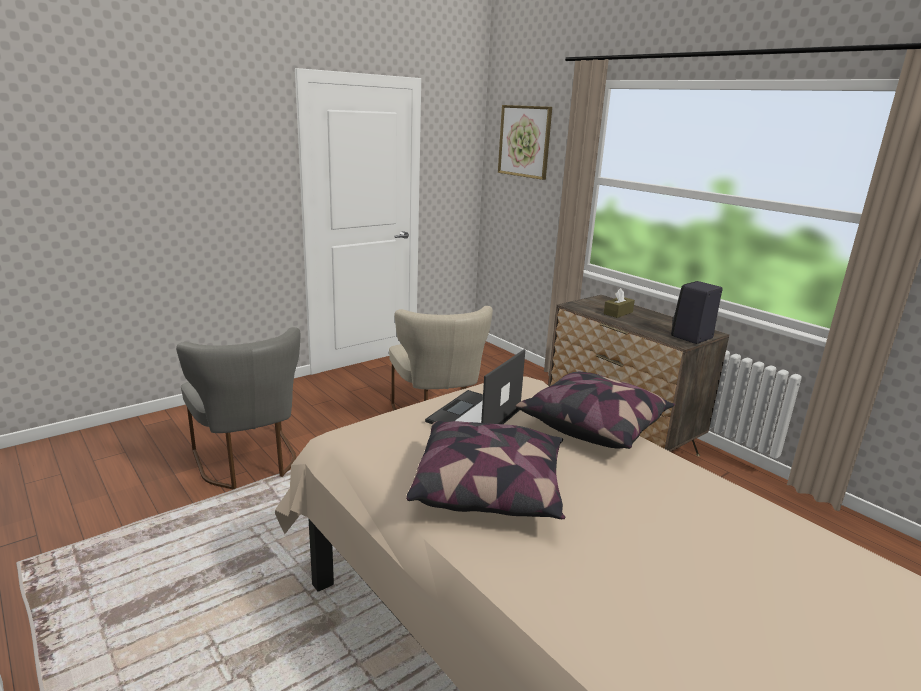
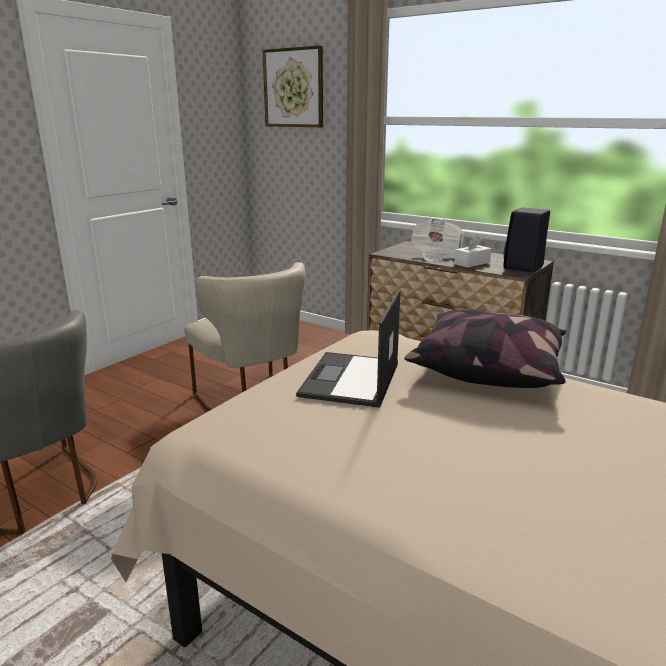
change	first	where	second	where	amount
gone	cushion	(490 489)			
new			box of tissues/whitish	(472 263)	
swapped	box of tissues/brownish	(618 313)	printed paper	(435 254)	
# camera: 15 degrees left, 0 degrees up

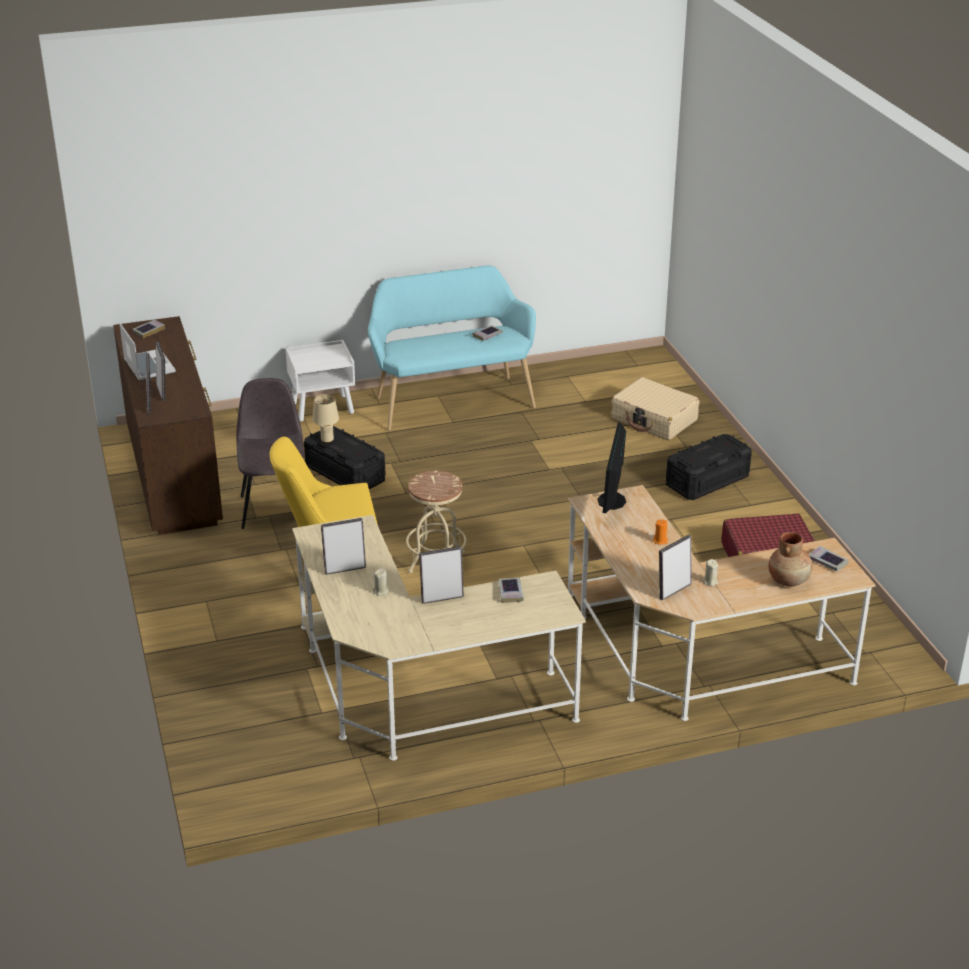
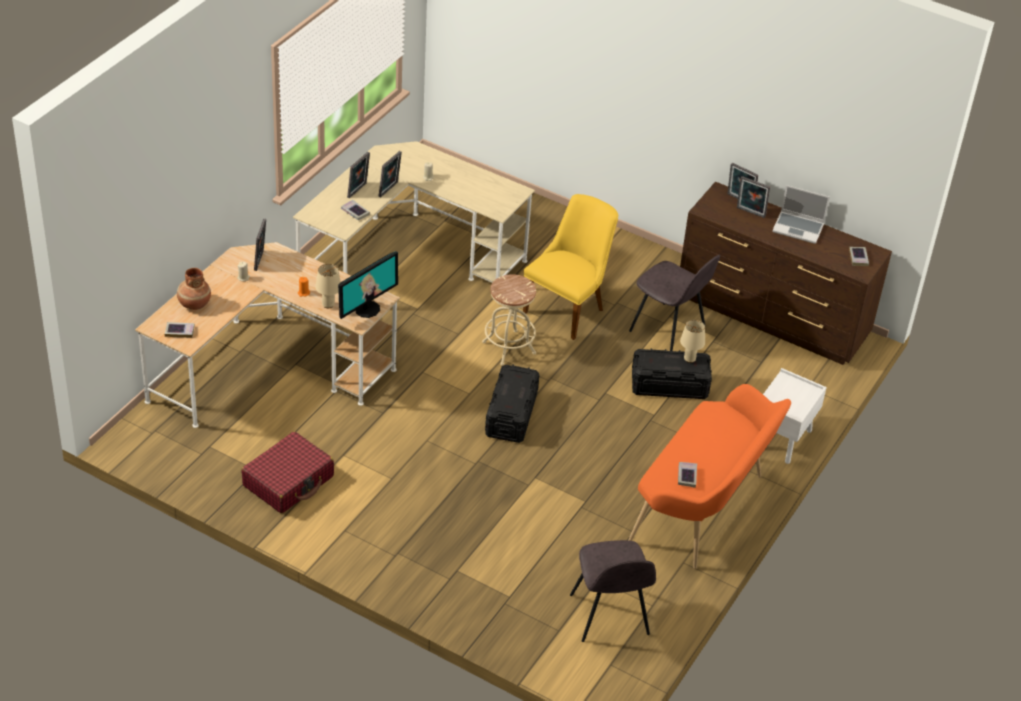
change	first	where	second	where	amount
gone	travel case/beige-coloured	(654 419)			
new			table lamp/beige-coloured	(328 304)	
new			upright chair/gray	(609 617)	
shifted	picture frame	(345 568)		(358 191)	
shifted	storage bin/black	(707 481)		(511 415)	
repainted	bench/turquoise-coloured	(451 400)	bench/orange	(703 510)	
rotated	computer screen	(612 501)		(367 309)	75 degrees clockwise
# camera: 135 degrees right, 10 degrees up

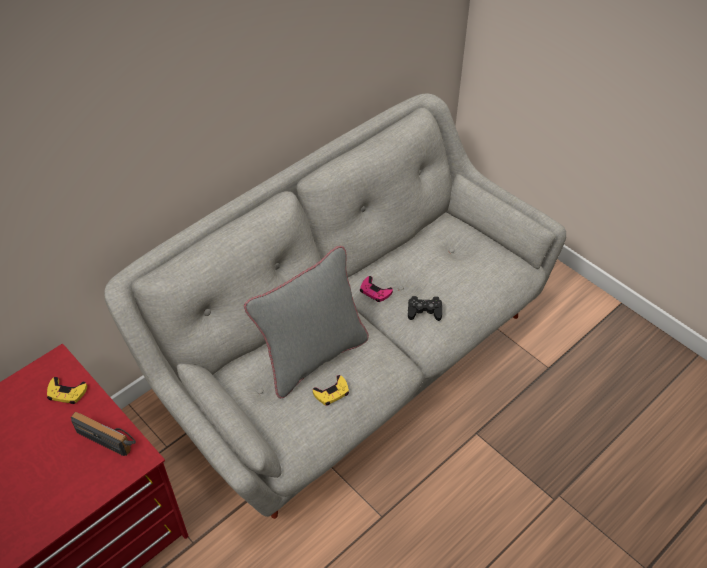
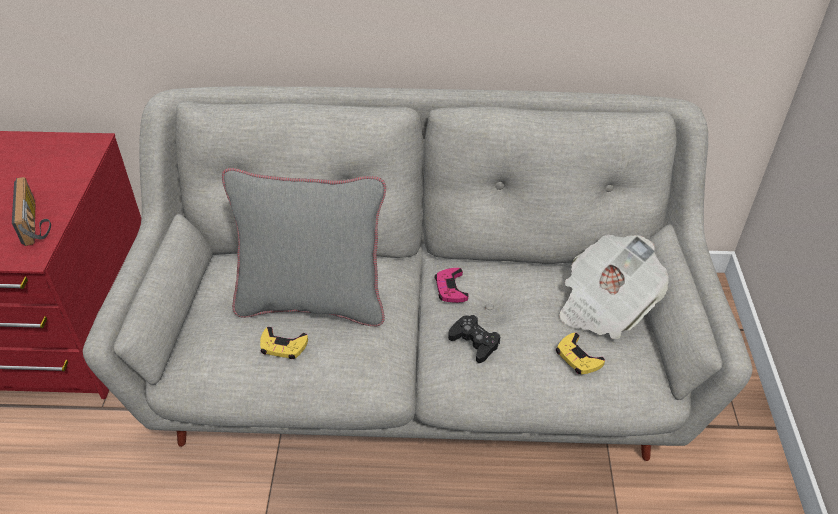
change	first	where	second	where	amount
new			printed paper	(605 305)	
shifted	gamepad/yellow-coloured	(66 393)		(578 357)	
# camera: 45 degrees right, 5 degrees down

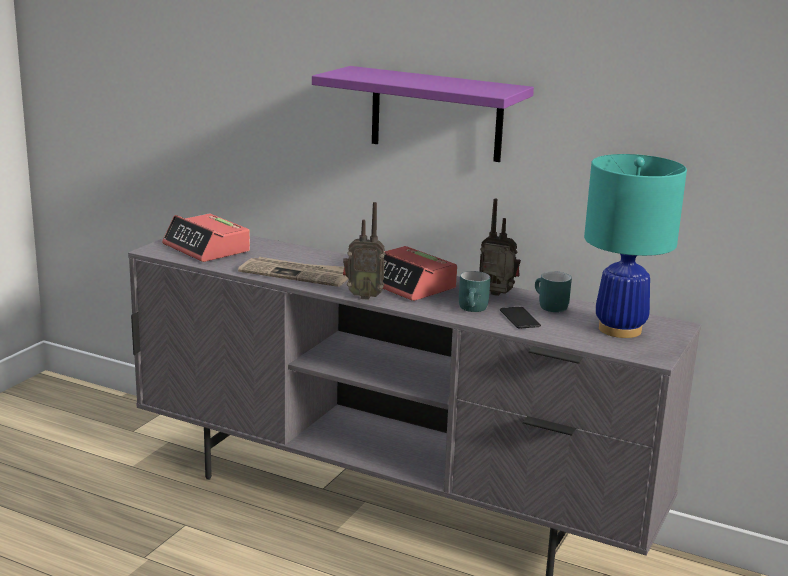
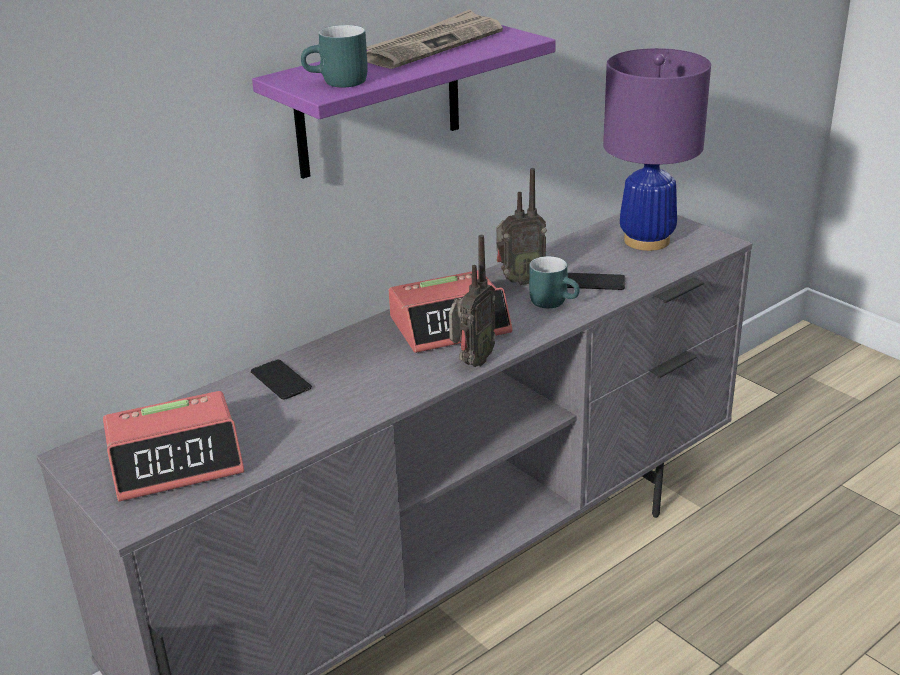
change	first	where	second	where	amount
new			handset	(281 380)	
shifted	printed paper	(297 274)		(432 45)	
shifted	tea mug/turquoise-coloured	(548 306)		(338 83)	
repainted	table lamp/turquoise-coloured	(620 329)	table lamp/purplish	(646 240)	
rotated	radio	(496 296)		(519 280)	150 degrees counterclockwise
# camera: 65 degrees left, 10 degrees up

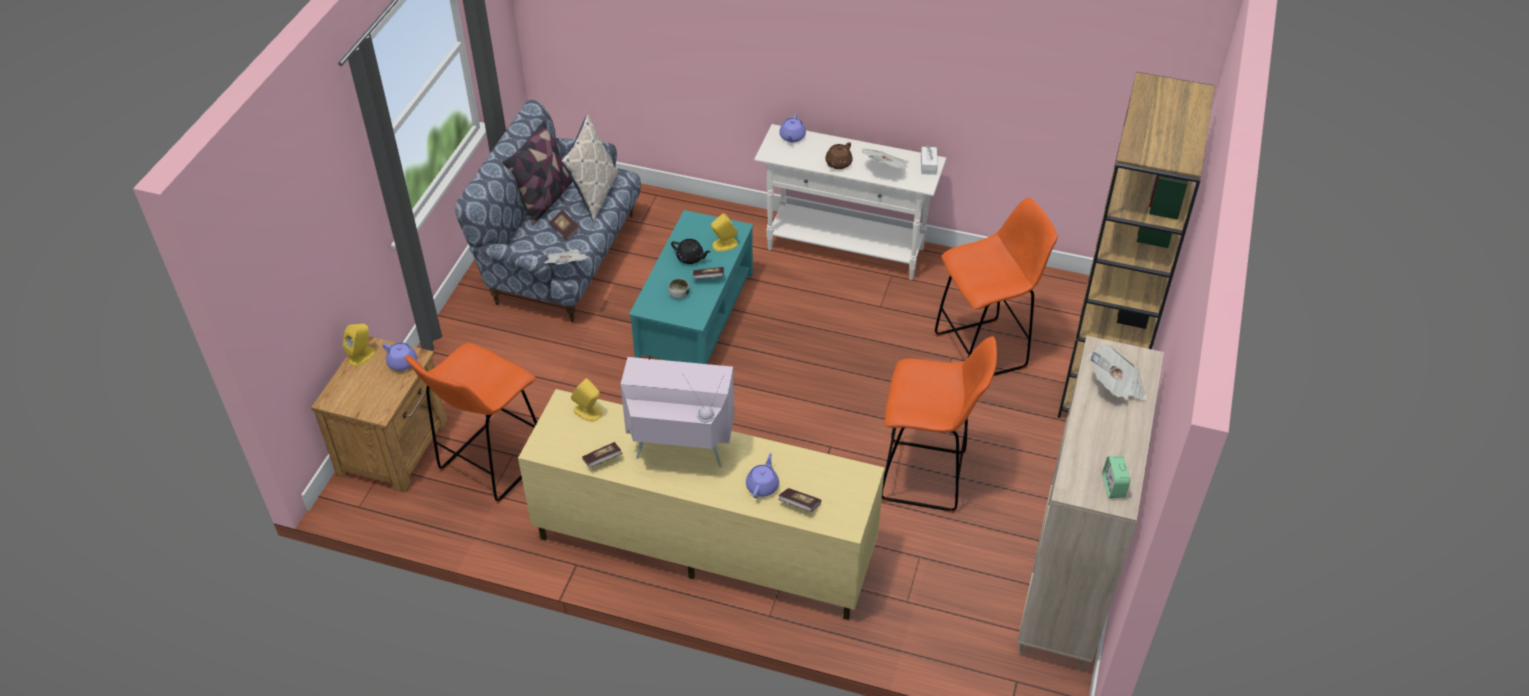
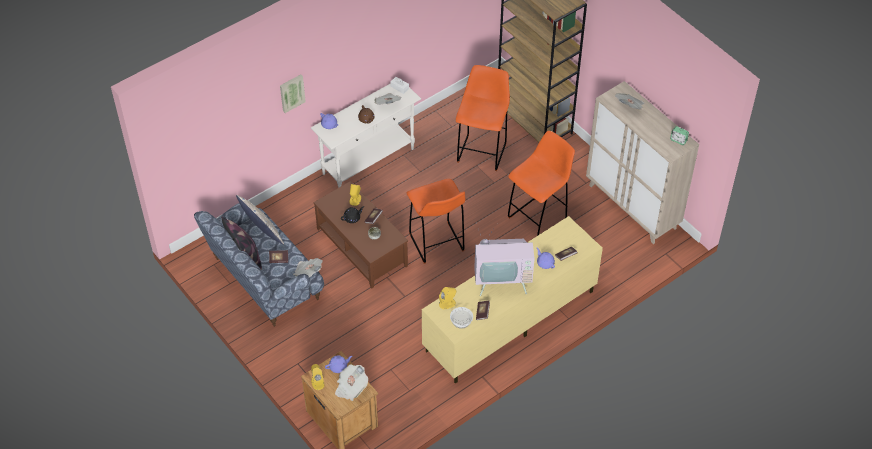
change	first	where	second	where	amount
new			wall picture	(291 92)	
new			printed paper	(351 387)	
new			bowl	(461 321)	
shifted	stool/orange	(490 465)		(437 244)	
repainted	low table/turquoise-coloured	(694 317)	low table/brownish	(361 248)	
rotated	TV set	(679 454)		(502 282)	135 degrees counterclockwise
# camera: 55 degrees left, 5 degrees up

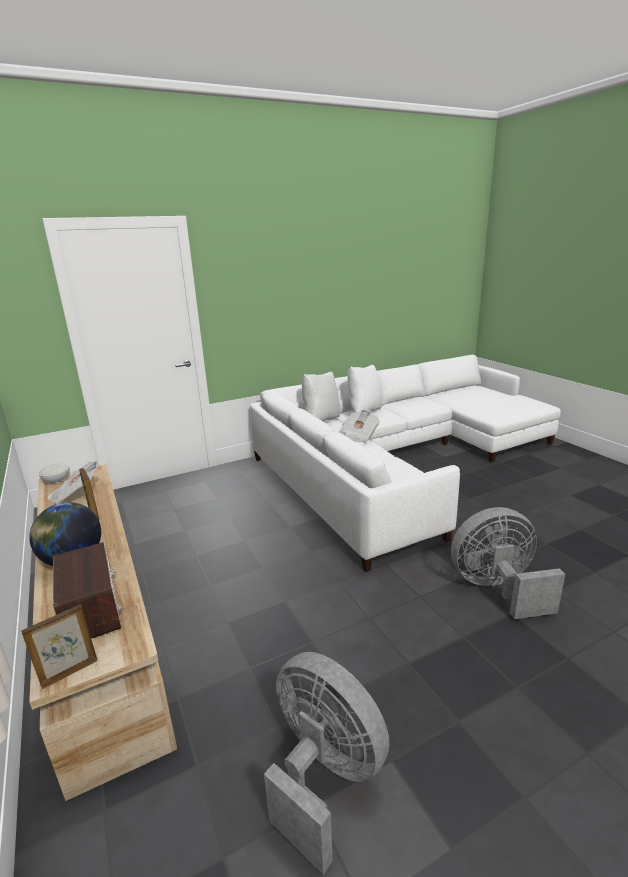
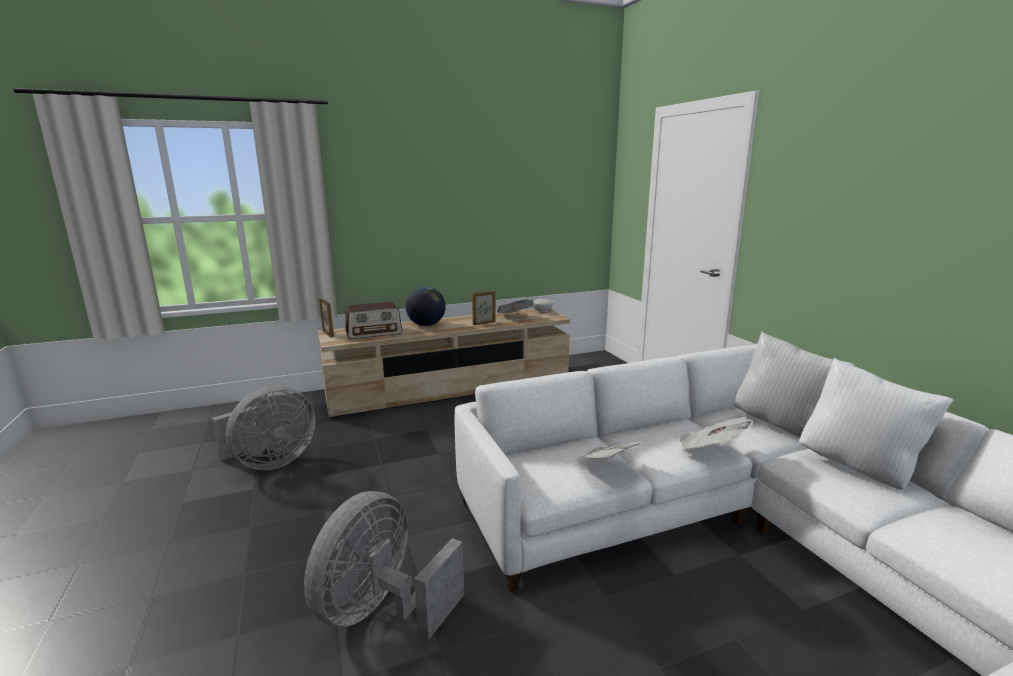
change	first	where	second	where	amount
new			printed paper	(608 466)	
rotated	fan/gray	(497 589)		(382 610)	150 degrees counterclockwise
# camera: 95 degrees right, 5 degrees down

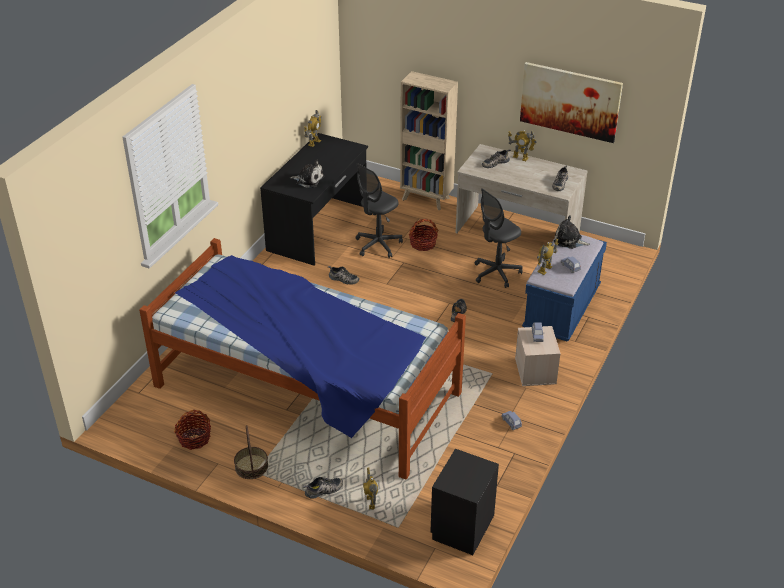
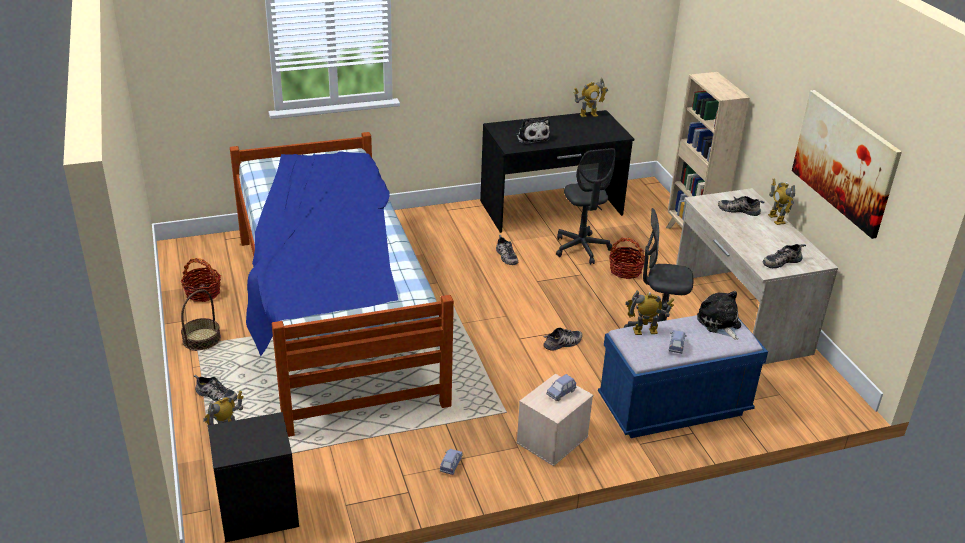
change	first	where	second	where	amount
rotated	office chair/gray	(378 245)		(581 248)	105 degrees counterclockwise
# camera: 45 degrees right, 5 degrees down

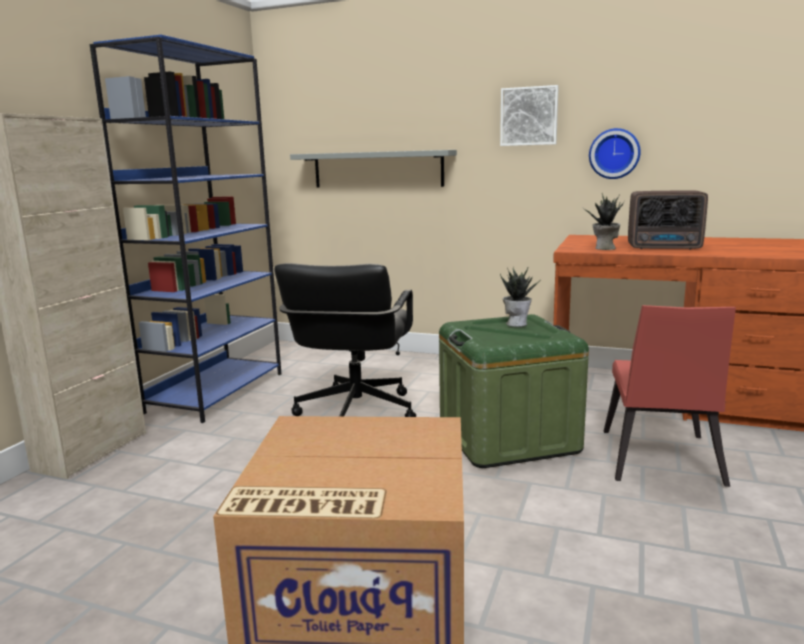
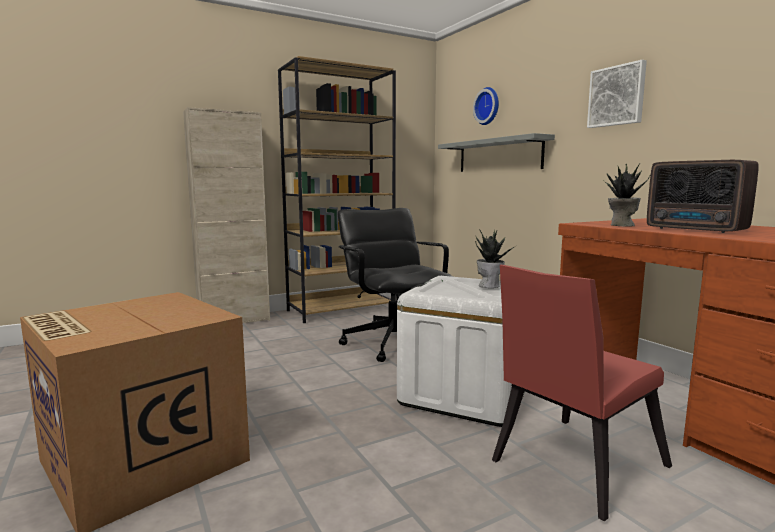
change	first	where	second	where	amount
shifted	wall clock	(614 153)		(488 106)	
repainted	shelving unit/blue-coloured	(217 392)	shelving unit/brownish	(341 310)	
repainted	storage bin/green	(508 437)	storage bin/whitish	(465 394)	
rotated	office chair/black	(355 412)		(393 343)	105 degrees clockwise
# camera: 40 degrees right, 5 degrees down

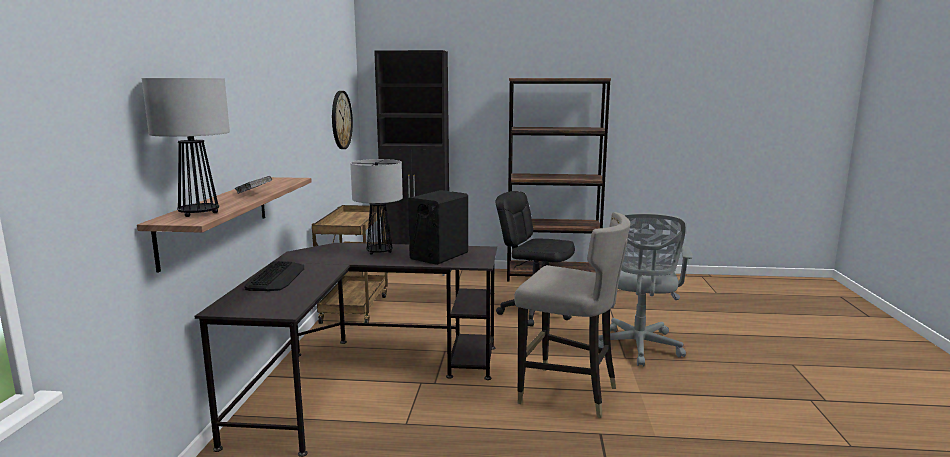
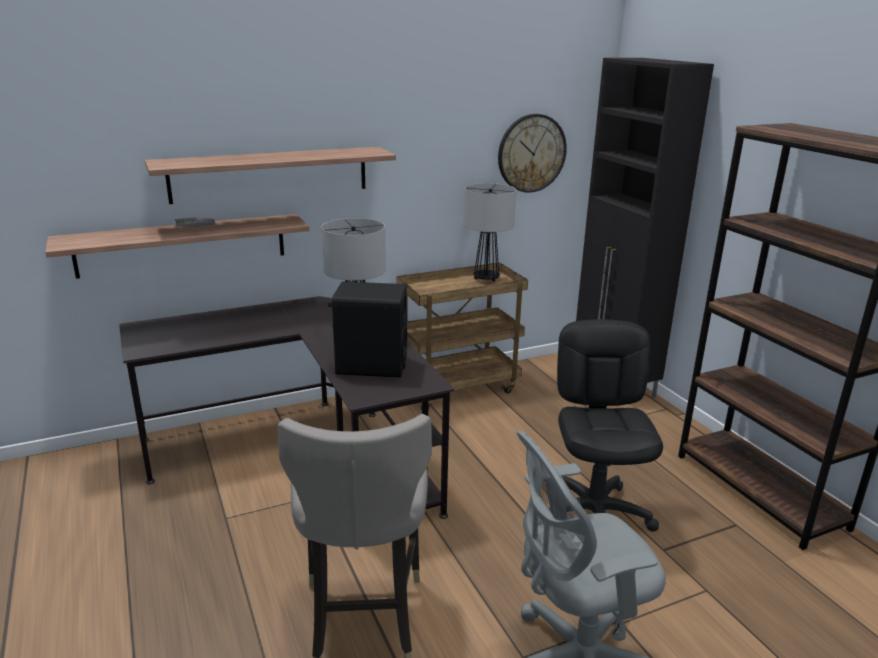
change	first	where	second	where	amount
gone	computer keyboard	(276 277)			
new			bracket shelf	(270 174)	
shifted	table lamp	(199 213)		(485 278)	
# camera: 60 degrees right, 10 degrees up

